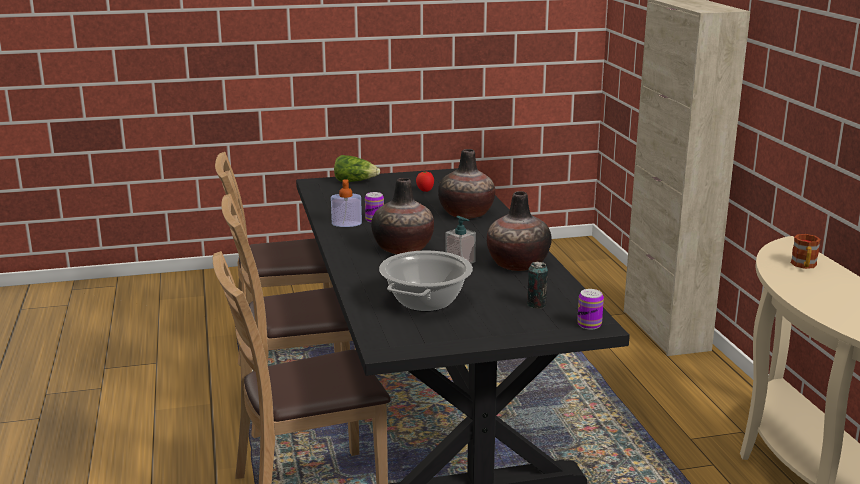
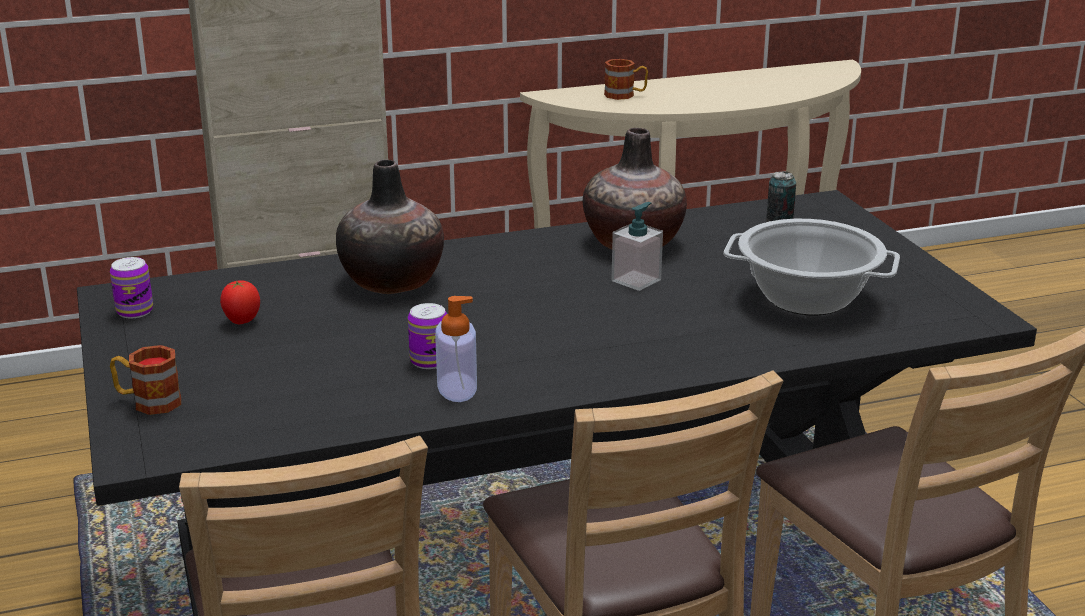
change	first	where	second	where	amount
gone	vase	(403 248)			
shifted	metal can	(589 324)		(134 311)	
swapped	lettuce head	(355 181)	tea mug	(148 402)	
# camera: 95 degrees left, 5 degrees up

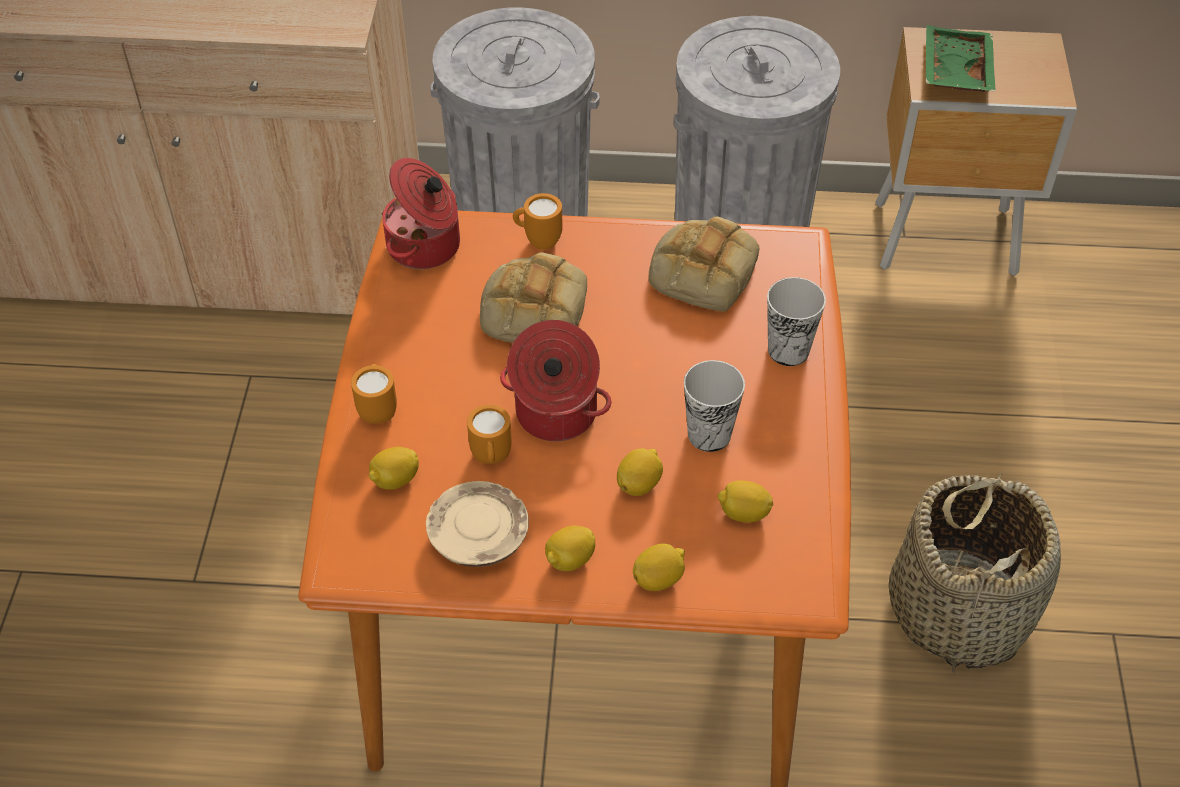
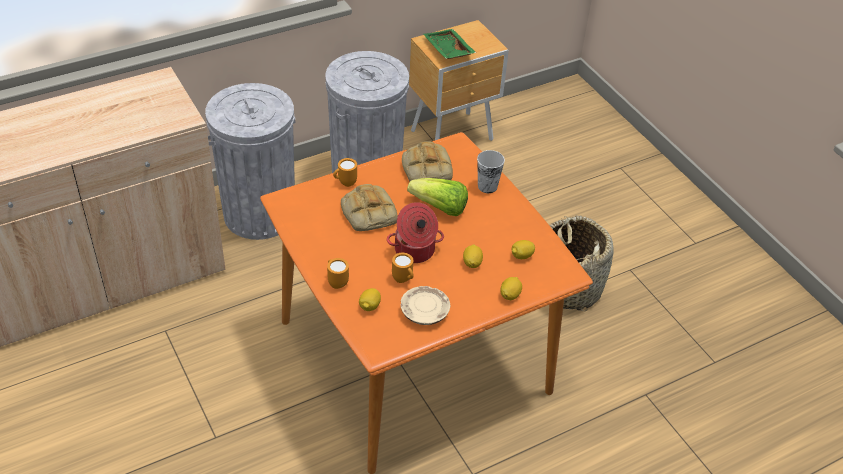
change	first	where	second	where	amount
gone	cooking pot	(426 246)			
gone	lemon	(570 560)			
gone	small cup	(709 434)			
new			lettuce head	(439 207)	
# camera: 35 degrees left, 5 degrees down

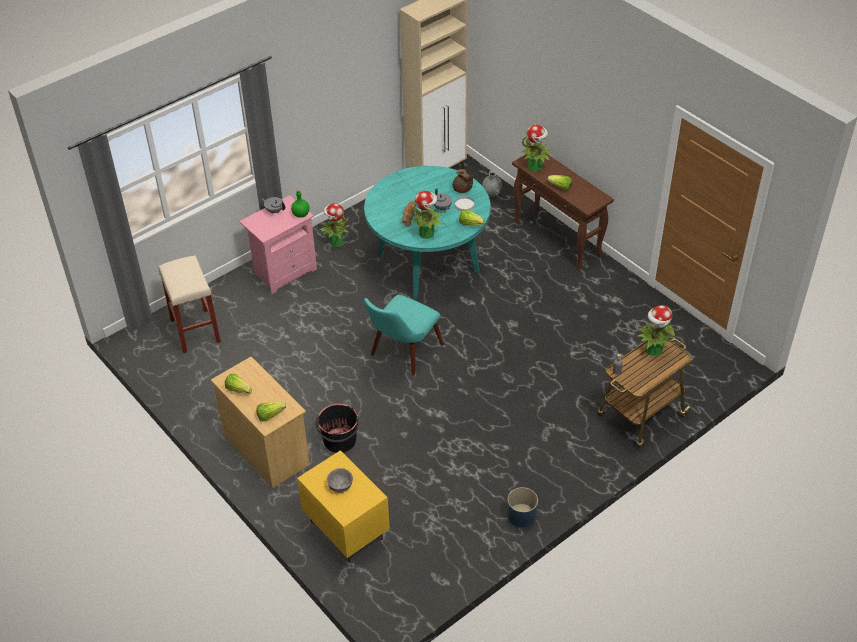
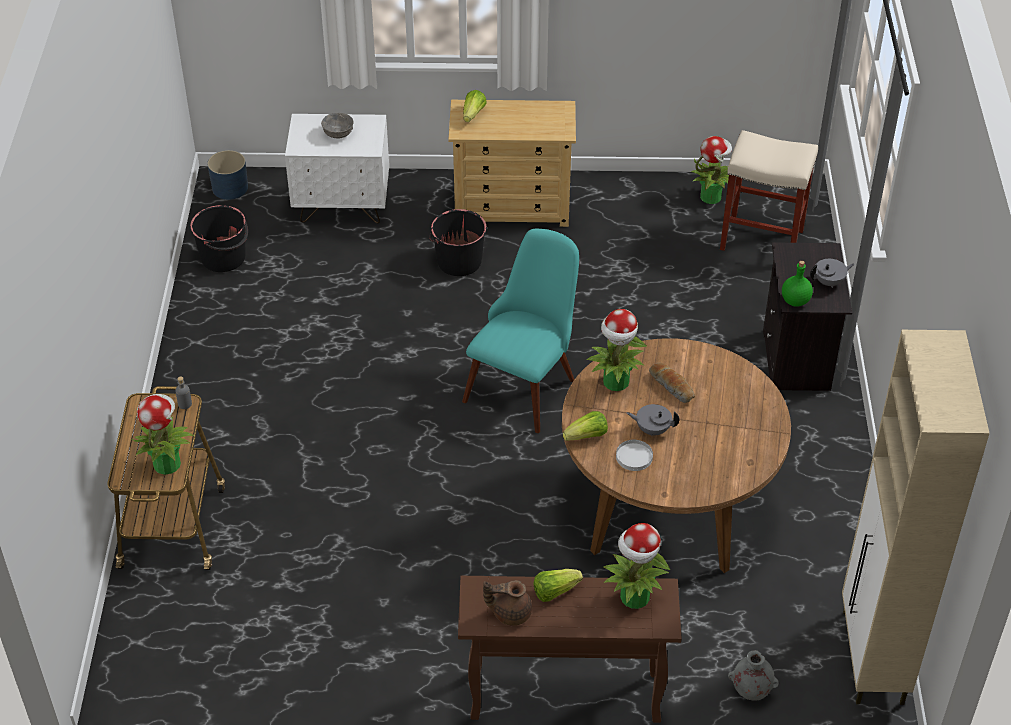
change	first	where	second	where	amount
gone	lettuce head	(238 389)			
new			bucket/black	(224 258)	
shifted	houseplant	(336 242)		(711 196)	
shifted	teapot/brownish	(462 189)		(510 612)	
shifted	plant pot/blue-coloured	(521 516)		(229 188)	
repainted	night table/pink	(284 271)	night table/black	(797 363)	
repainted	night table/yellow-coloured	(346 531)	night table/whitish	(342 206)	
repainted	kitchen table/turquoise-coloured	(428 263)	kitchen table/brownish	(666 510)	
rotated	upright chair/turquoise-coloured	(401 354)		(526 381)	45 degrees clockwise
# camera: 130 degrees right, 0 degrees up

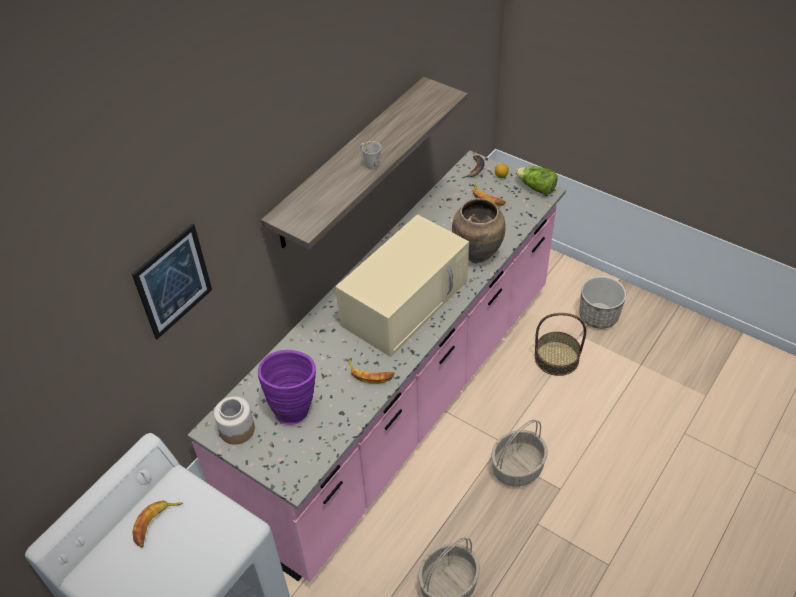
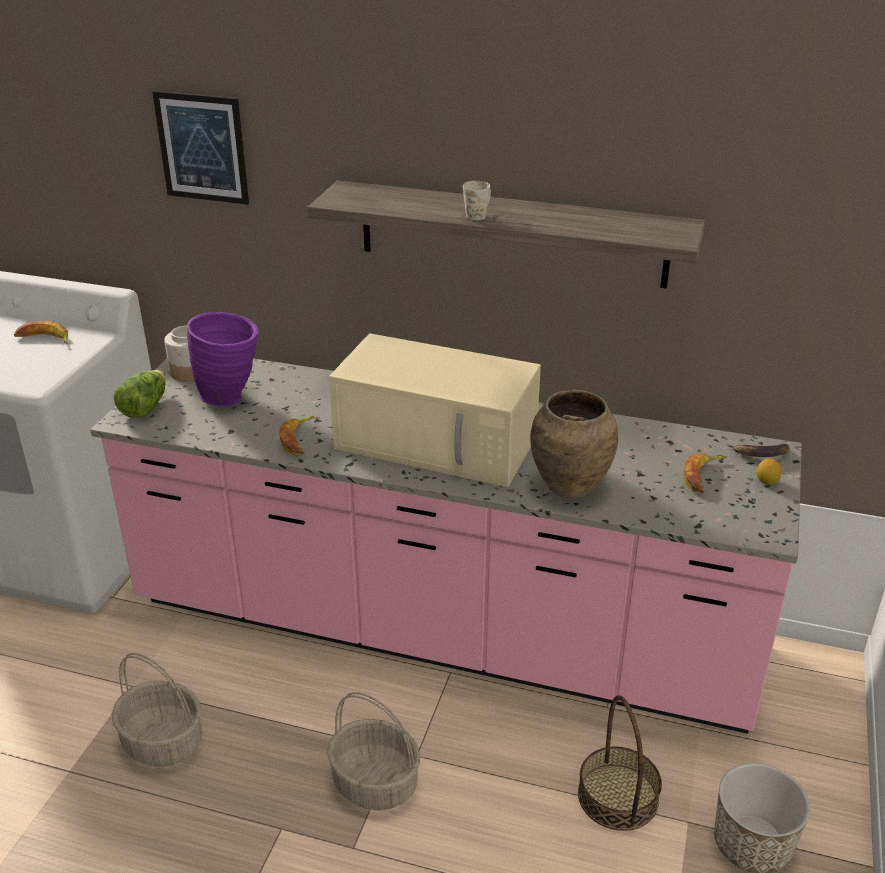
change	first	where	second	where	amount
shifted	lettuce head	(536 188)		(144 407)	
# camera: 70 degrees right, 15 degrees down

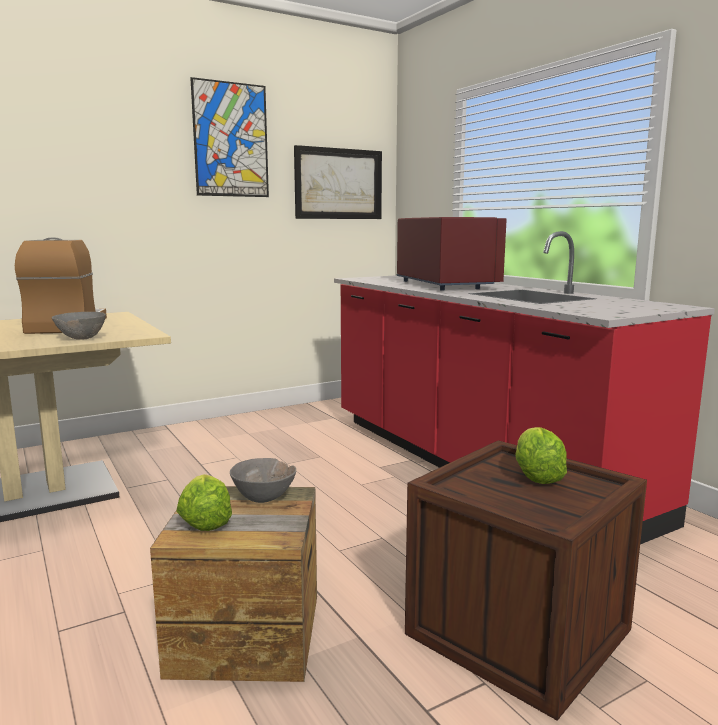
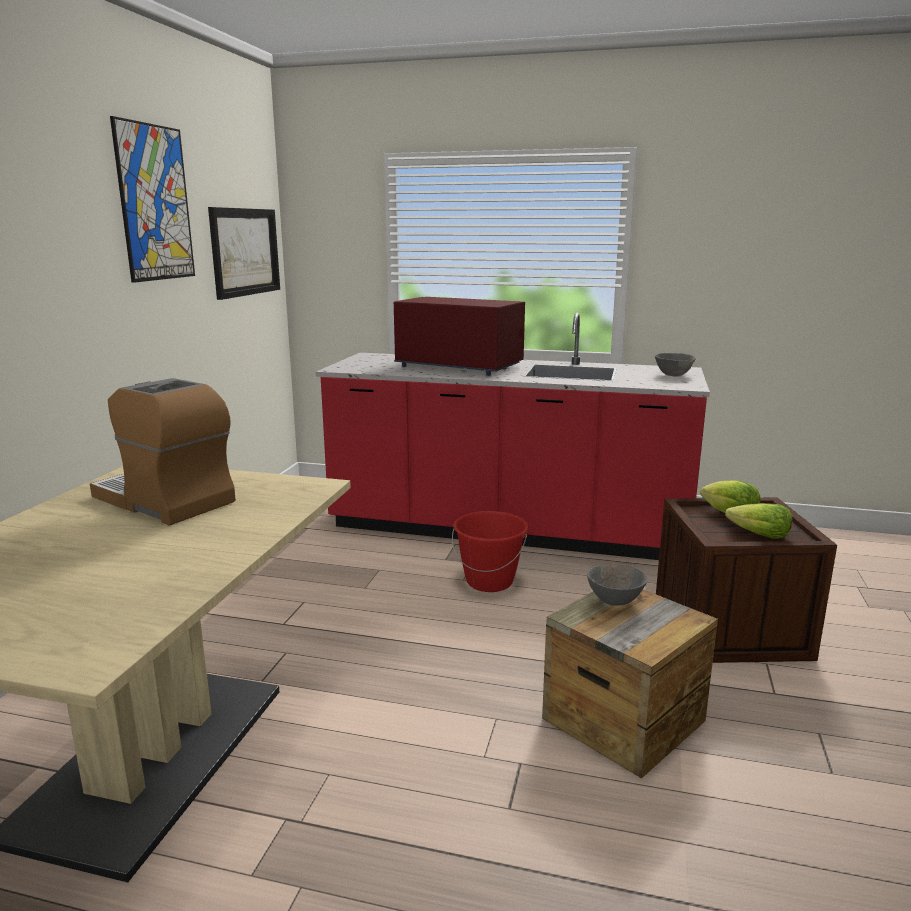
change	first	where	second	where	amount
new			bucket/red-coloured	(489 581)	
shifted	bowl/gray	(81 338)		(673 376)	
shifted	lettuce head	(205 520)		(759 535)	
# camera: 45 degrees left, 5 degrees up

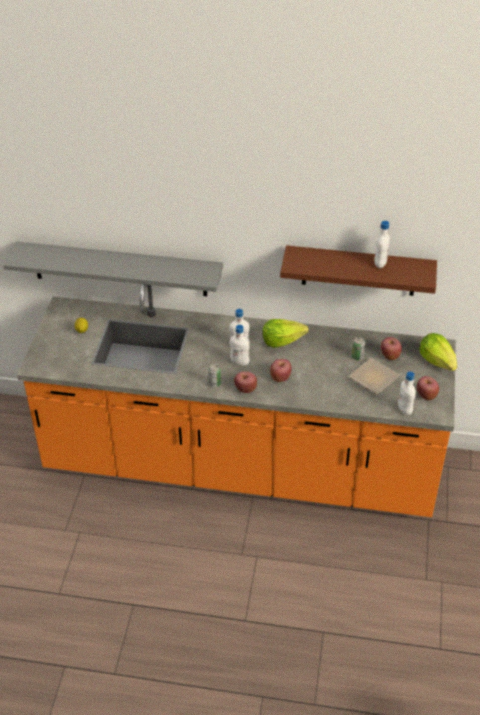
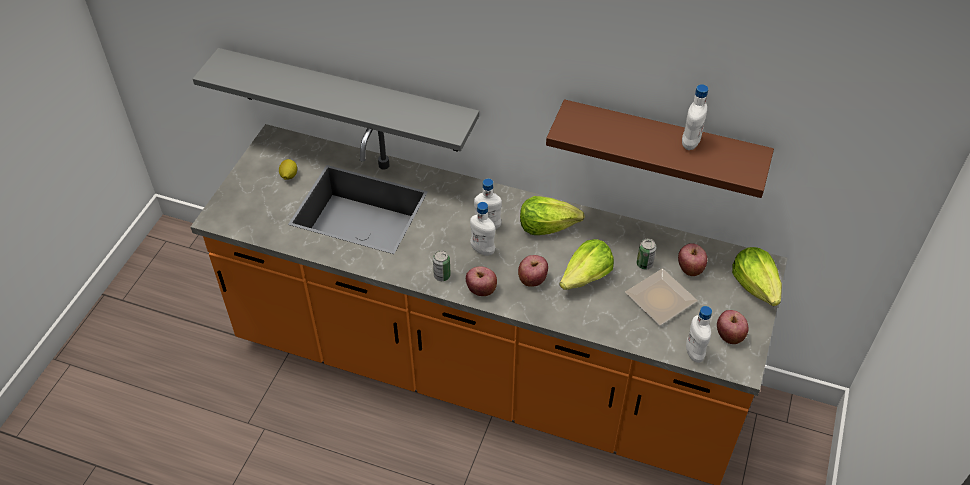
change	first	where	second	where	amount
new			lettuce head	(586 277)	
# camera: 10 degrees right, 5 degrees up

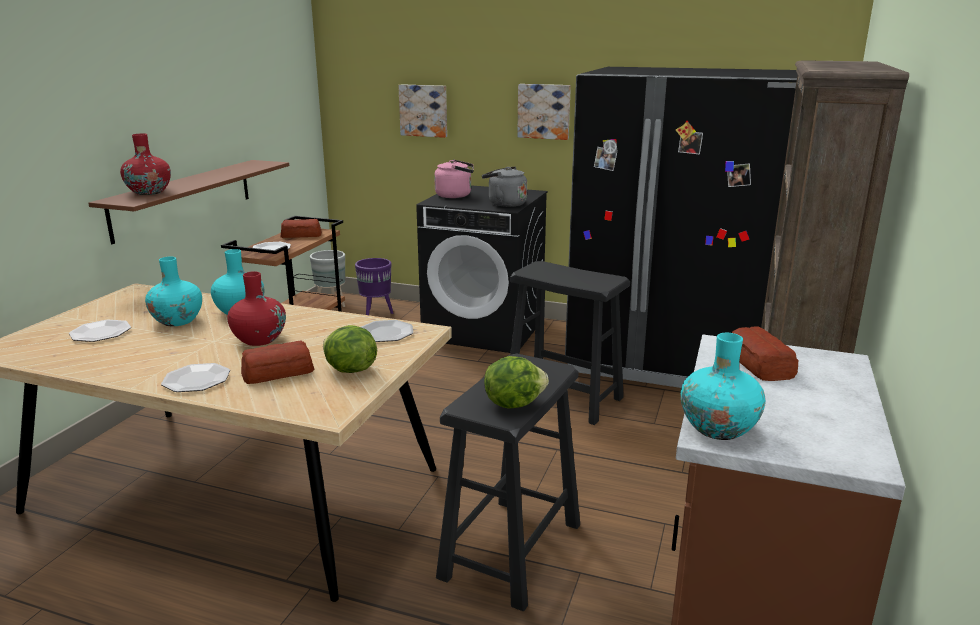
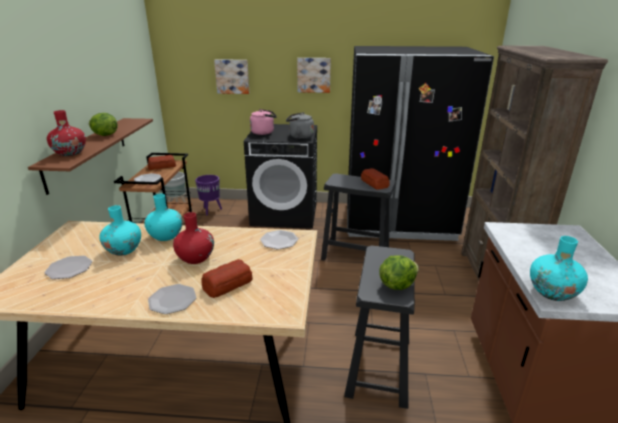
change	first	where	second	where	amount
shifted	lettuce head	(350 370)		(104 135)	
shifted	bread	(759 365)		(374 183)	
# camera: 15 degrees left, 5 degrees up

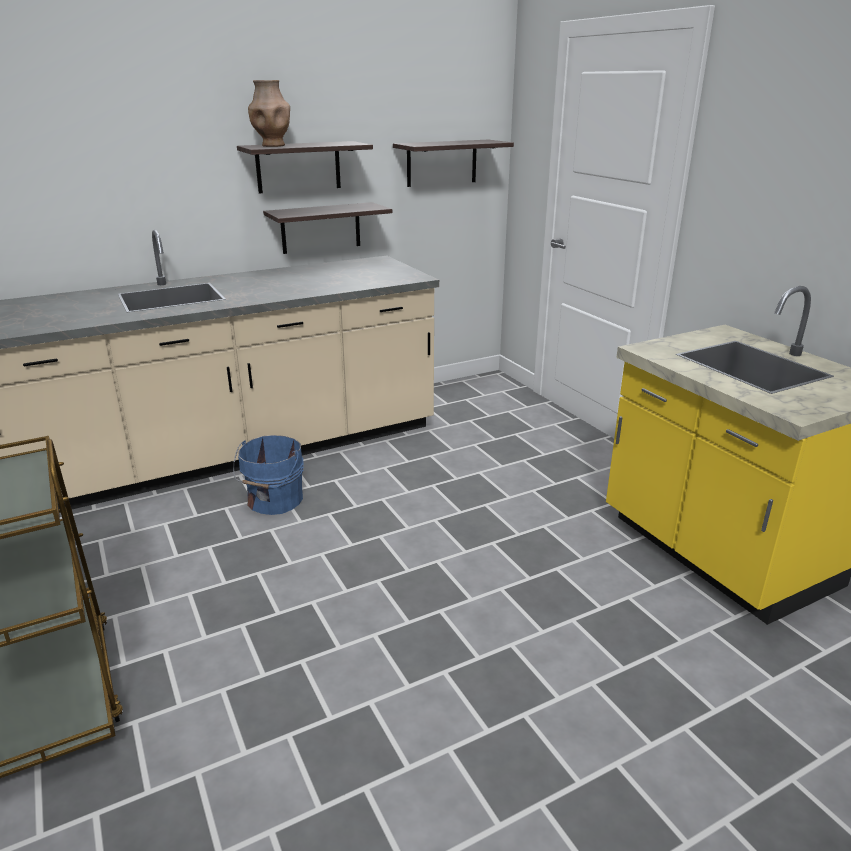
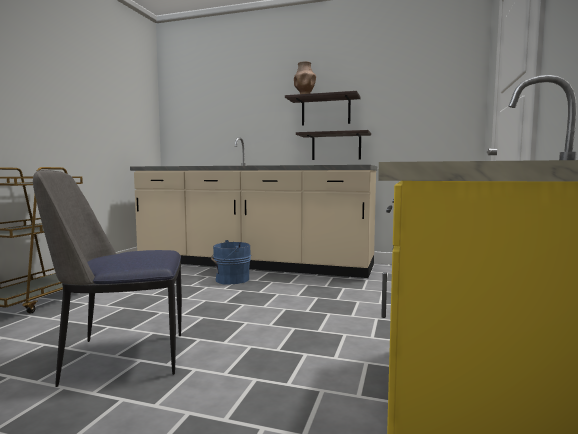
change	first	where	second	where	amount
gone	bracket shelf	(442 163)			
new			upright chair	(122 357)	
# camera: 45 degrees right, 20 degrees down

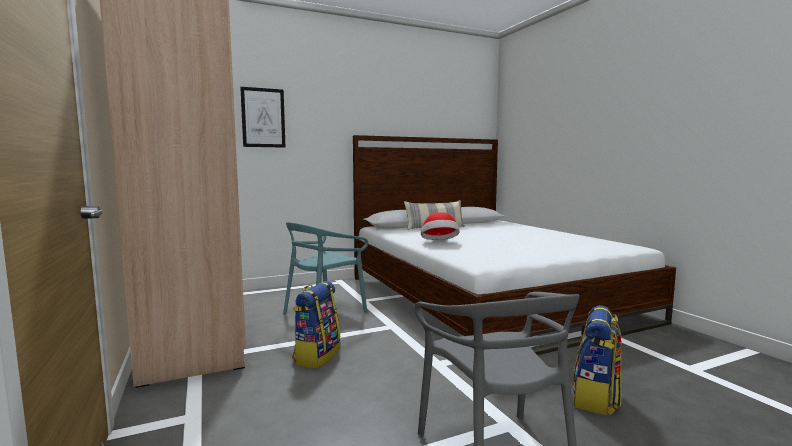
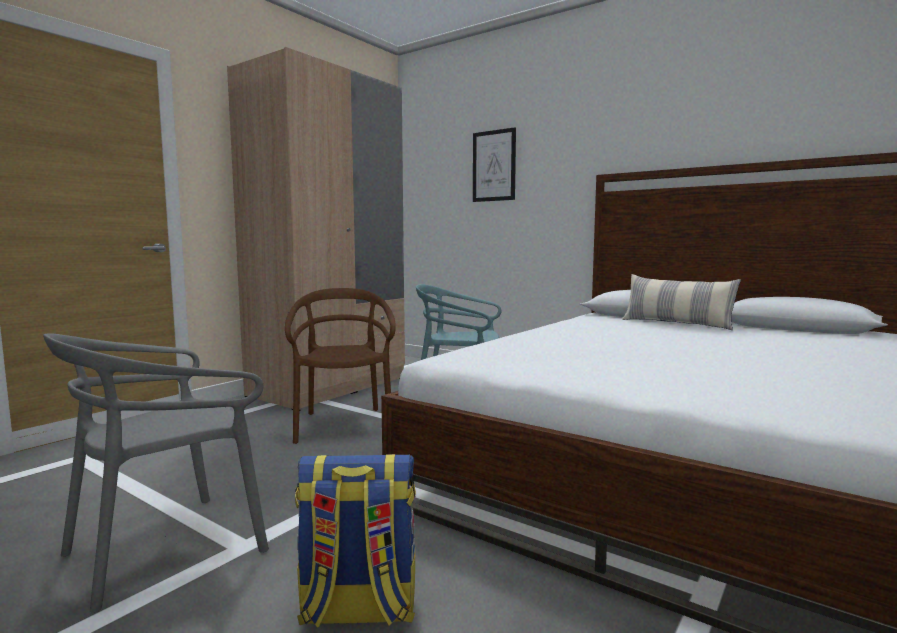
change	first	where	second	where	amount
gone	hat	(439 242)			
swapped	backpack	(316 356)	upright chair/brownish	(344 426)	
# camera: 60 degrees right, 0 degrees up

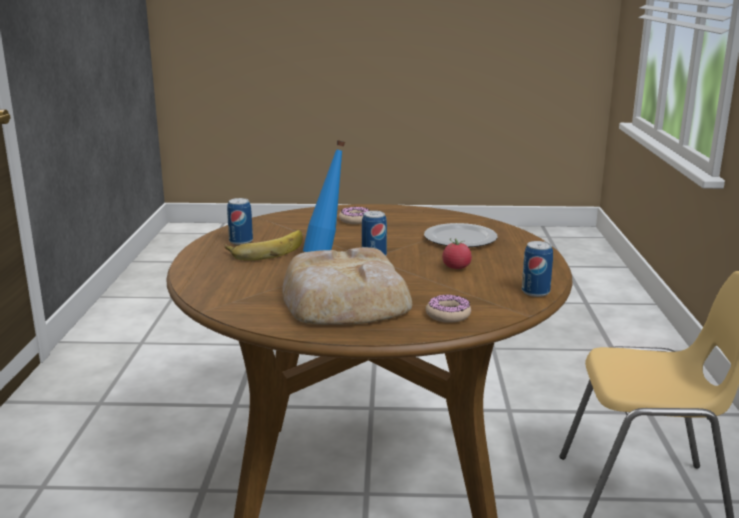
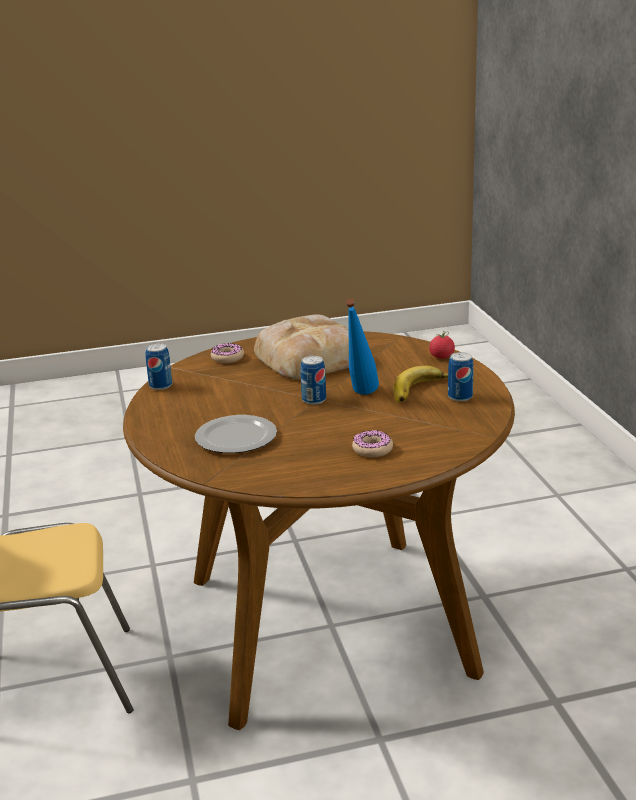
change	first	where	second	where	amount
shifted	tomato	(456 267)		(441 357)	
# camera: 165 degrees right, 5 degrees up

